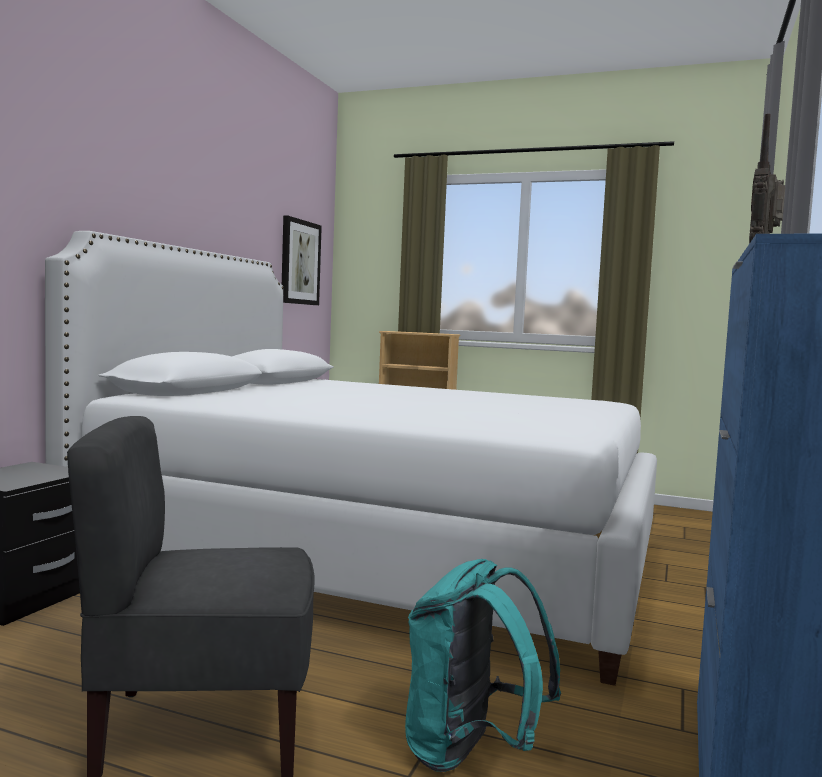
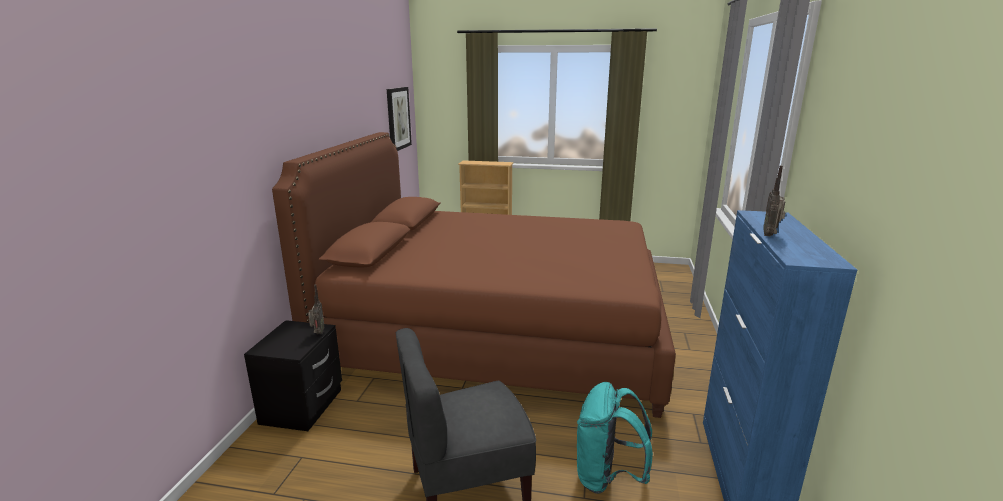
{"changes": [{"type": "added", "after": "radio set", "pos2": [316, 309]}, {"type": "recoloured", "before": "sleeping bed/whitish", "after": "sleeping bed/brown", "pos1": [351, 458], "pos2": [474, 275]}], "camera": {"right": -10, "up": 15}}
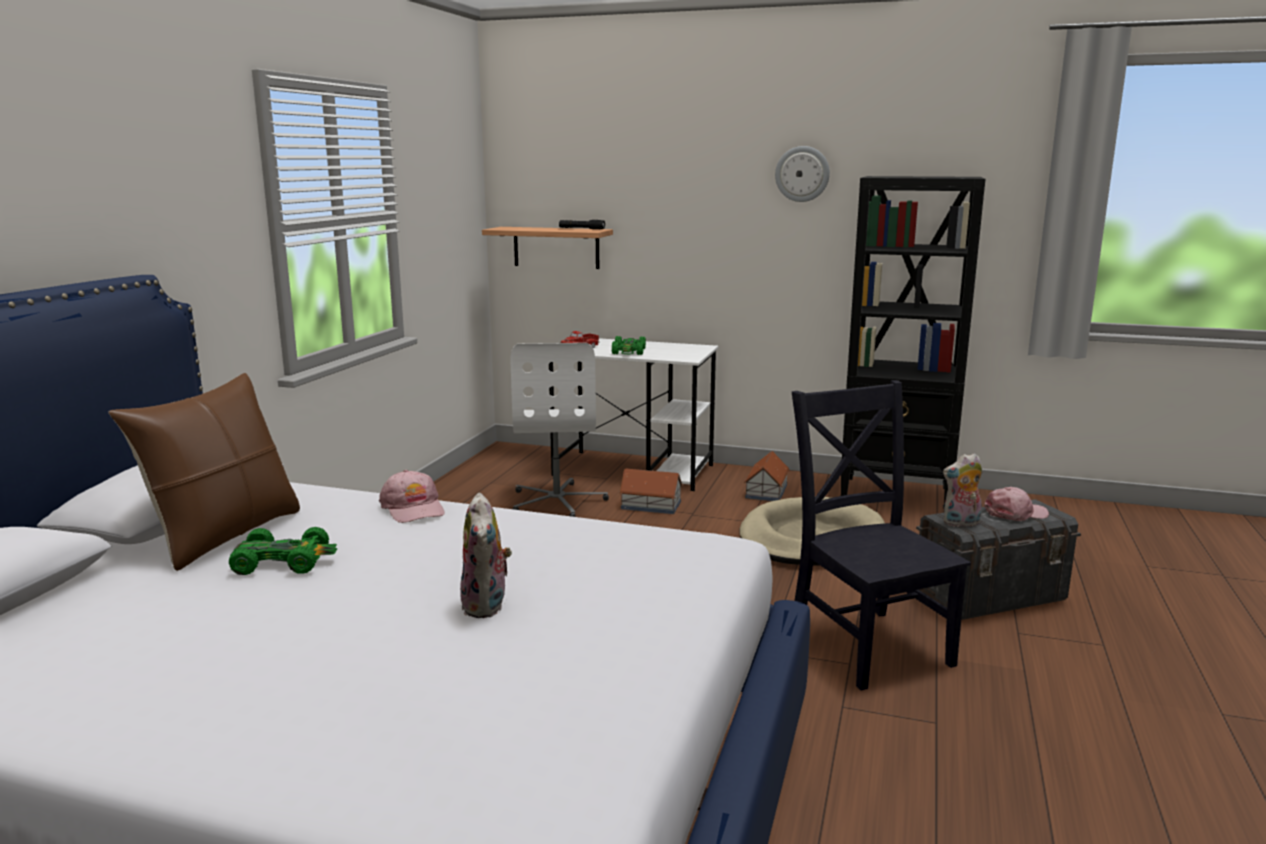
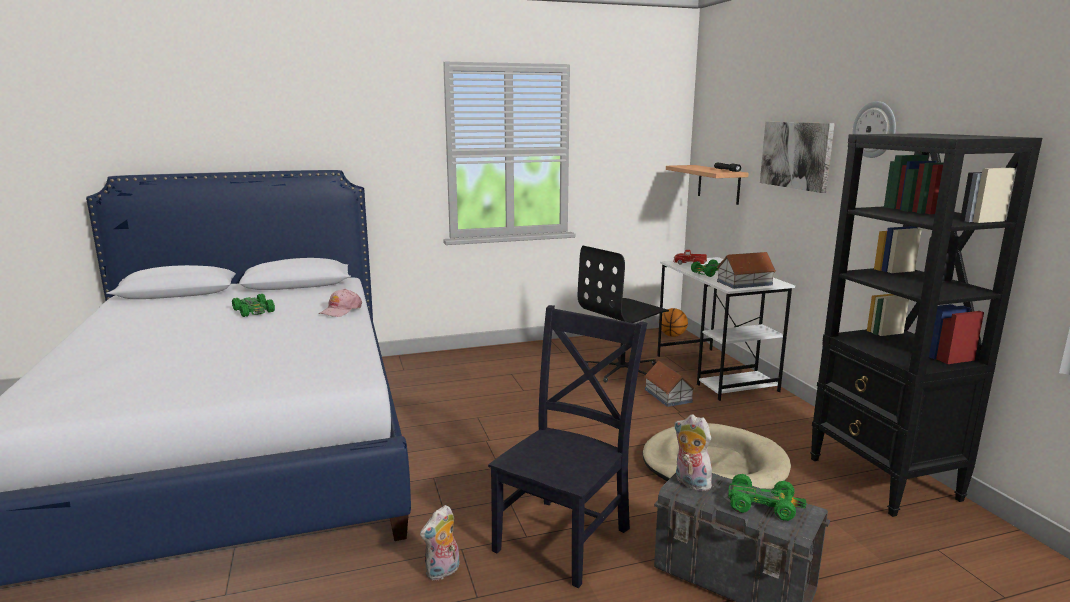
{"changes": [{"type": "removed", "before": "pillow/brown", "pos1": [204, 472]}, {"type": "added", "after": "basketball", "pos2": [674, 322]}, {"type": "added", "after": "picture", "pos2": [797, 157]}, {"type": "moved", "before": "cuddly toy", "pos1": [486, 555], "pos2": [440, 542]}, {"type": "moved", "before": "model house", "pos1": [767, 476], "pos2": [746, 270]}, {"type": "replaced", "before": "cap/pink", "after": "model car/greenish", "pos1": [1016, 504], "pos2": [767, 497]}, {"type": "recoloured", "before": "computer chair/whitish", "after": "computer chair/black-coloured", "pos1": [559, 430], "pos2": [623, 314]}], "camera": {"right": 55, "up": 0}}
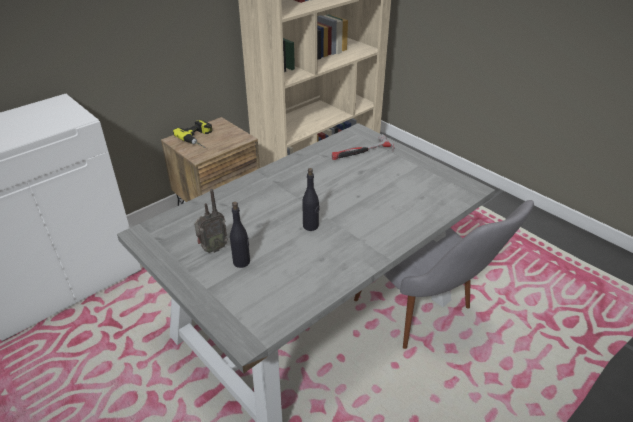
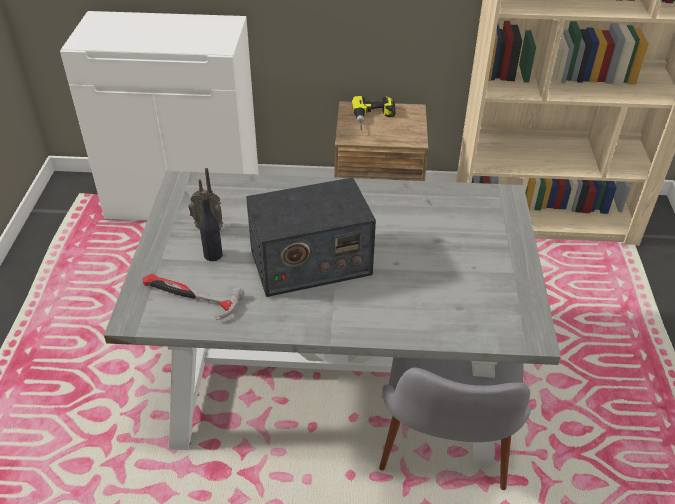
{"changes": [{"type": "moved", "before": "hand hammer", "pos1": [363, 147], "pos2": [193, 297]}, {"type": "replaced", "before": "drink bottle/black-coloured", "after": "radio set", "pos1": [311, 199], "pos2": [311, 237]}], "camera": {"right": 45, "up": 5}}
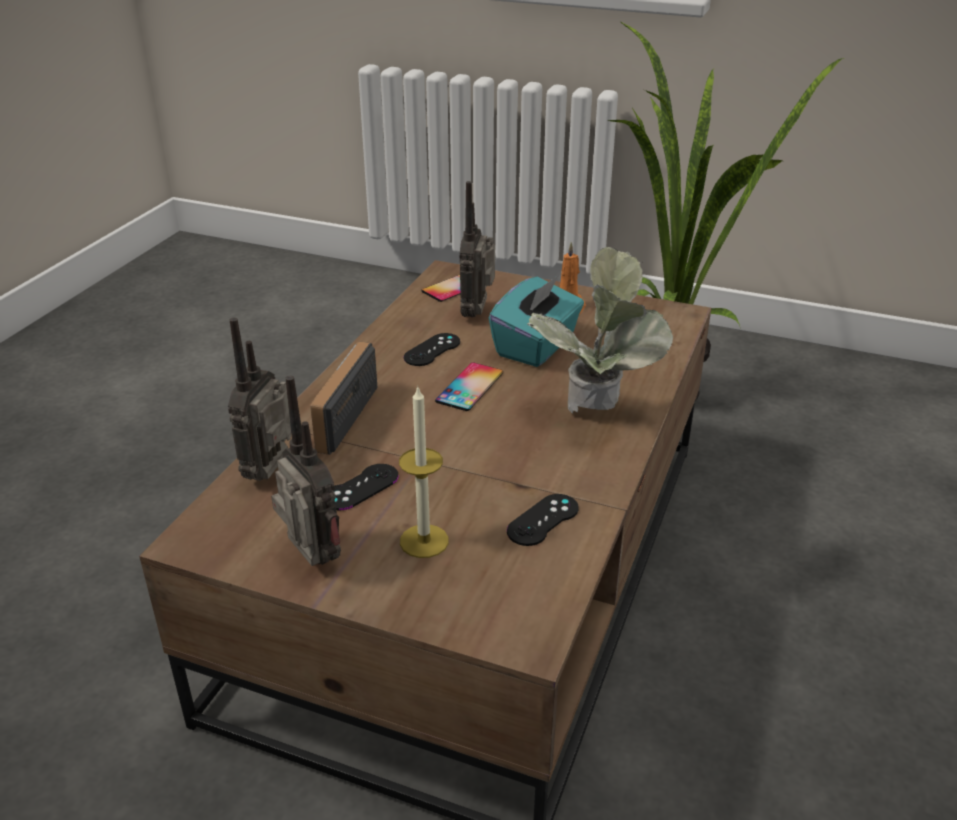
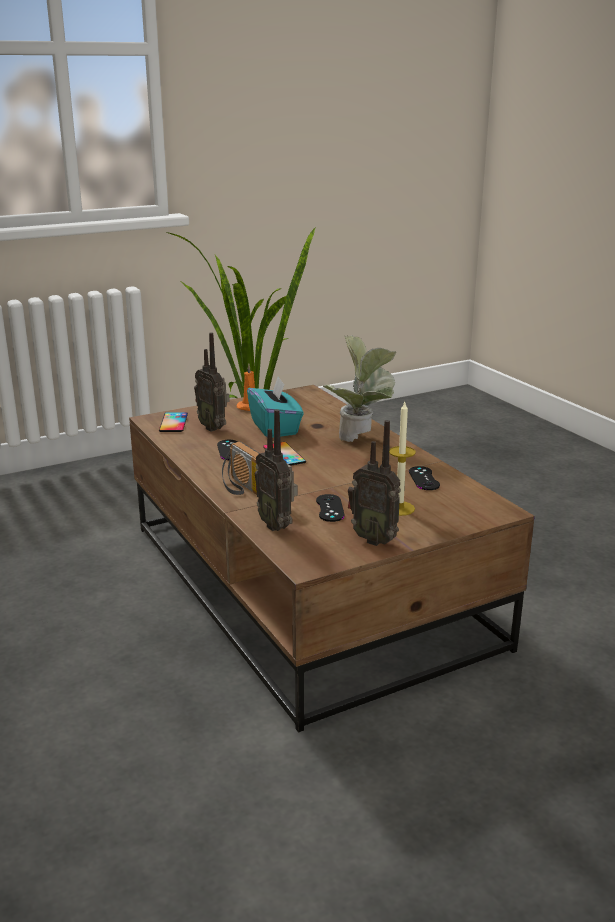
{"changes": [{"type": "turned", "before": "radio set", "pos1": [306, 471], "pos2": [374, 483], "turn": -150}], "camera": {"right": -50, "up": -10}}
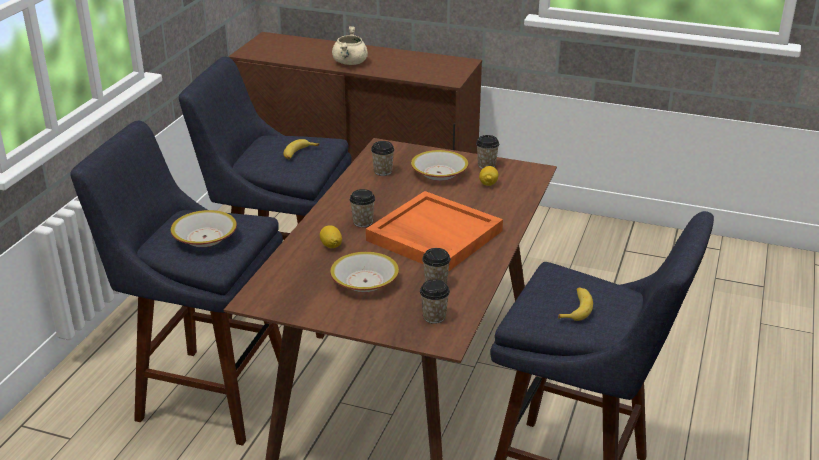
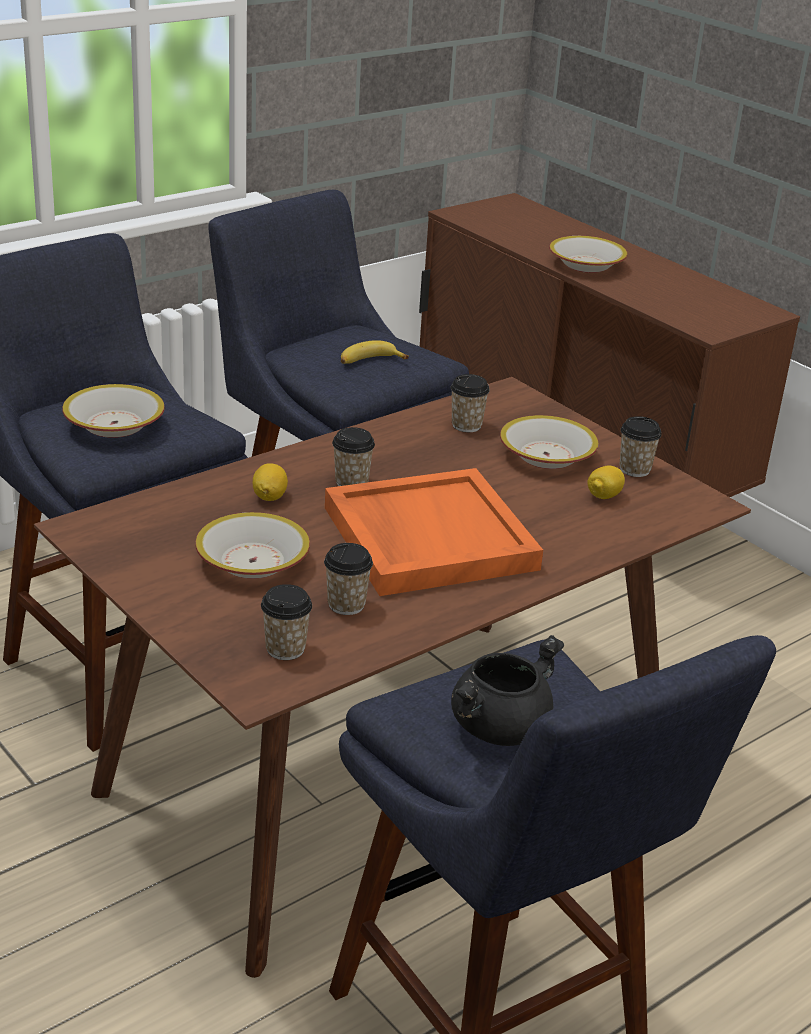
{"changes": [{"type": "replaced", "before": "cooking pot/beige-coloured", "after": "serving bowl", "pos1": [350, 45], "pos2": [588, 254]}, {"type": "replaced", "before": "whole banana", "after": "cooking pot/black-coloured", "pos1": [575, 304], "pos2": [507, 690]}], "camera": {"right": 30, "up": 0}}
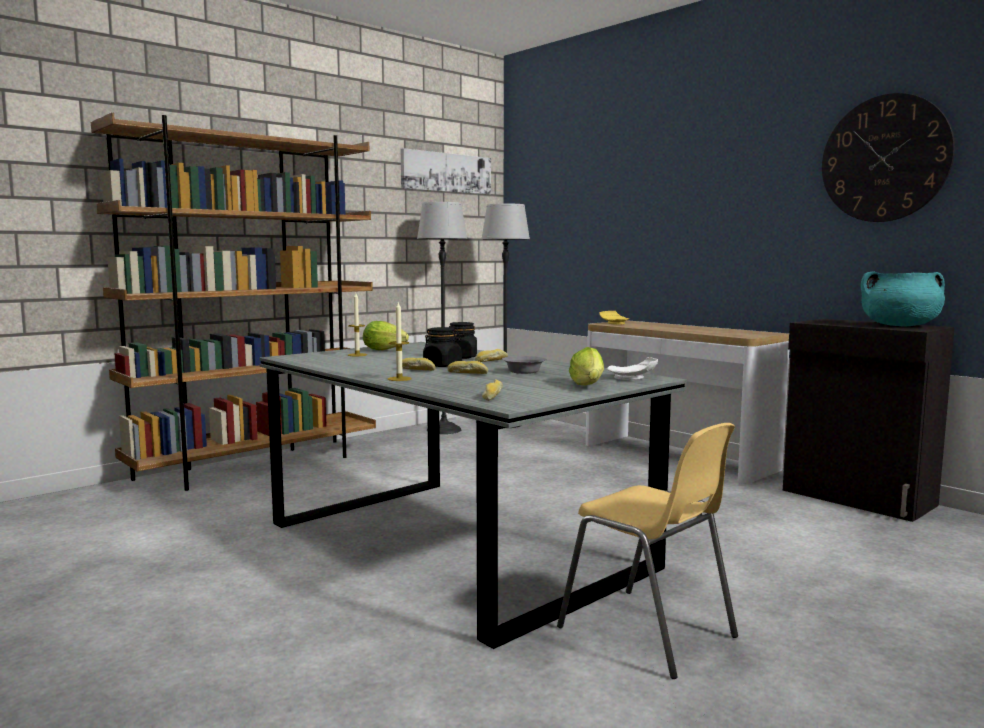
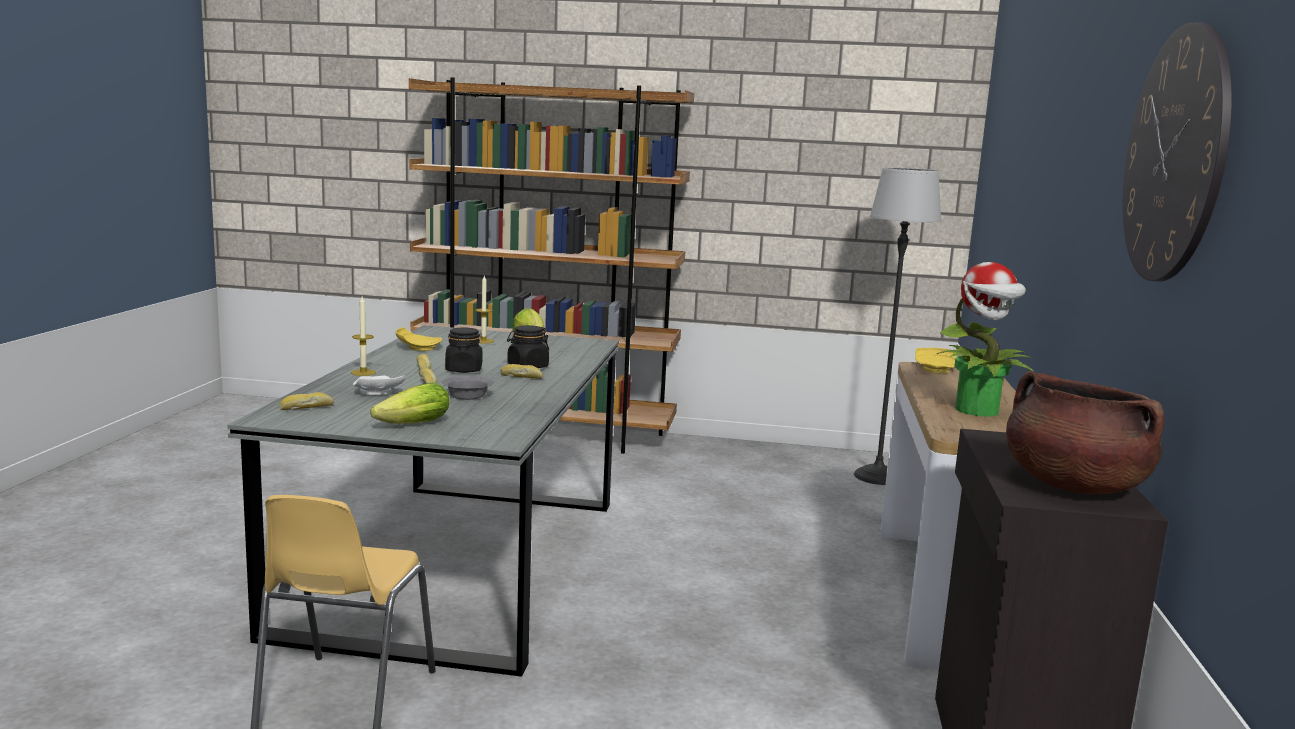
{"changes": [{"type": "removed", "before": "picture", "pos1": [446, 171]}, {"type": "removed", "before": "standing lamp", "pos1": [442, 318]}, {"type": "added", "after": "flat dish/yellowish", "pos2": [419, 339]}, {"type": "added", "after": "houseplant", "pos2": [985, 339]}, {"type": "moved", "before": "flat dish/whitish", "pos1": [632, 368], "pos2": [379, 385]}, {"type": "recoloured", "before": "cooking pot/turquoise", "after": "cooking pot/brown", "pos1": [903, 299], "pos2": [1085, 432]}], "camera": {"right": 50, "up": 5}}
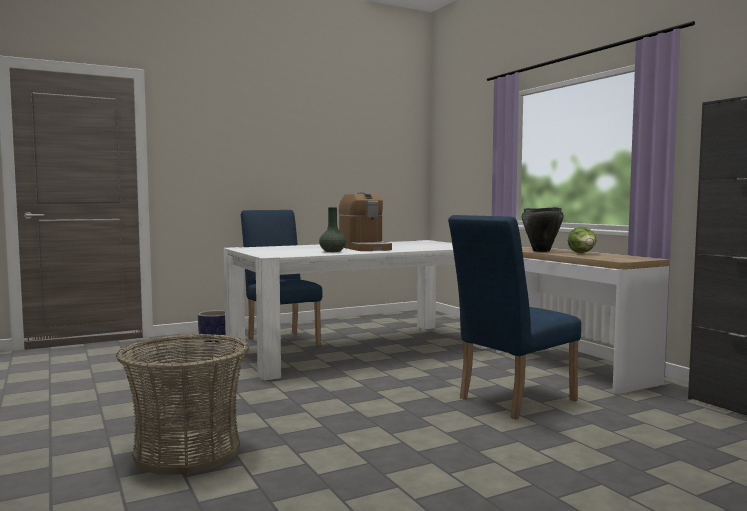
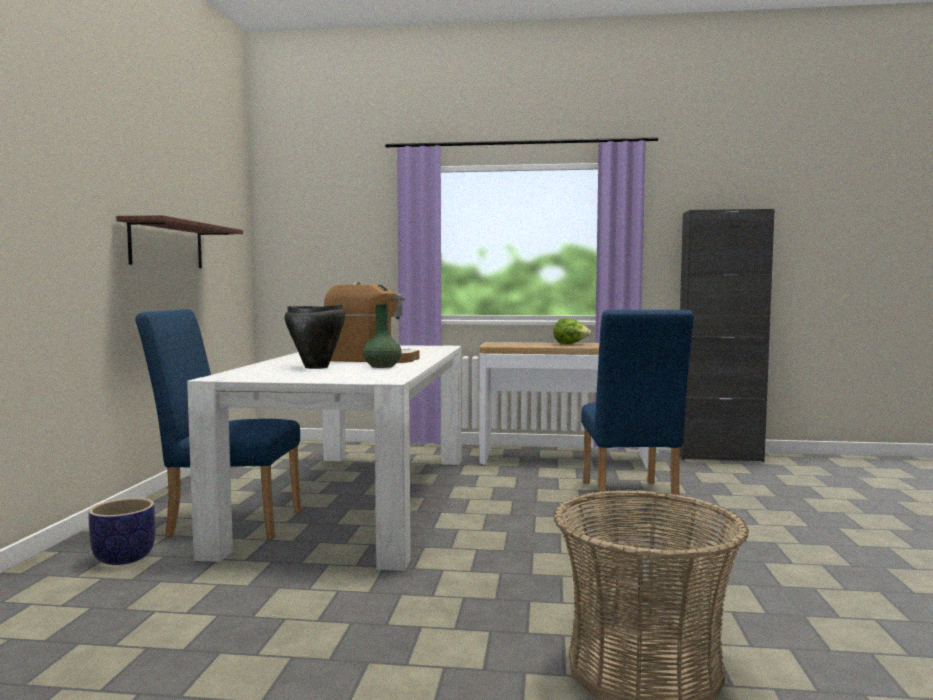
{"changes": [{"type": "added", "after": "bracket shelf", "pos2": [179, 241]}, {"type": "moved", "before": "cooking pot/black-coloured", "pos1": [543, 229], "pos2": [315, 336]}], "camera": {"right": -55, "up": 0}}
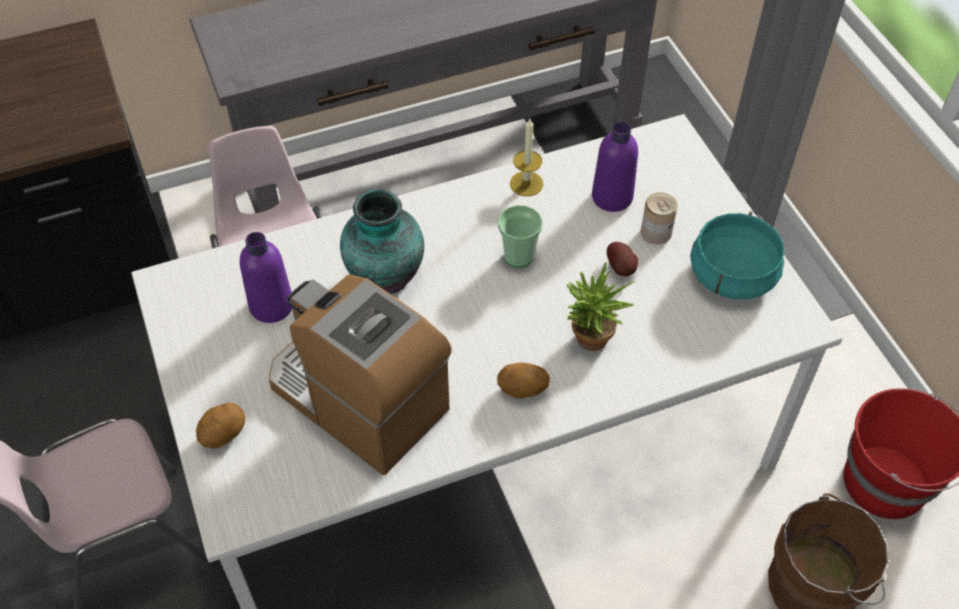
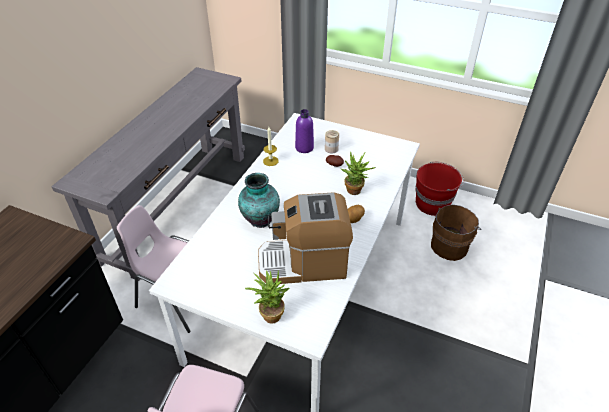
{"changes": [{"type": "removed", "before": "drink bottle/purplish", "pos1": [266, 277]}, {"type": "removed", "before": "small cup", "pos1": [520, 236]}, {"type": "removed", "before": "cooking pot/turquoise", "pos1": [737, 255]}, {"type": "replaced", "before": "spud", "after": "houseplant", "pos1": [220, 426], "pos2": [267, 297]}], "camera": {"right": -45, "up": -10}}
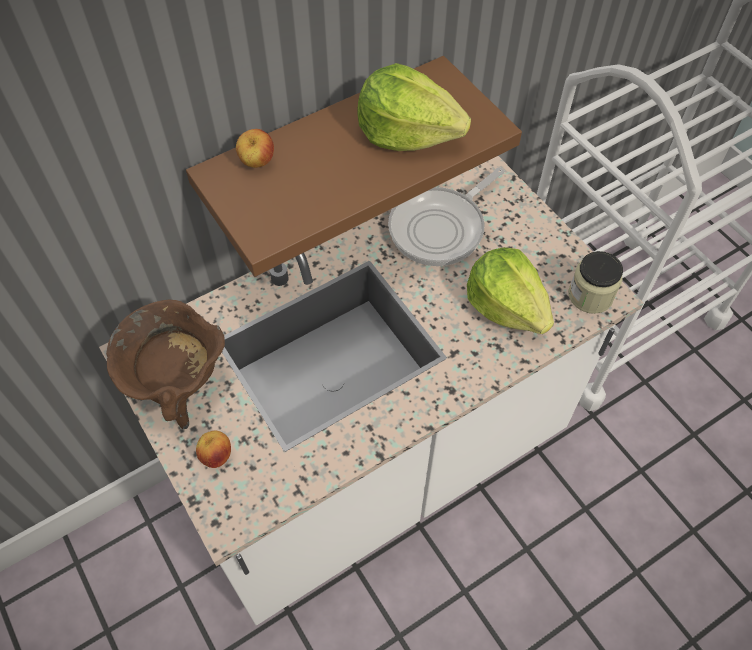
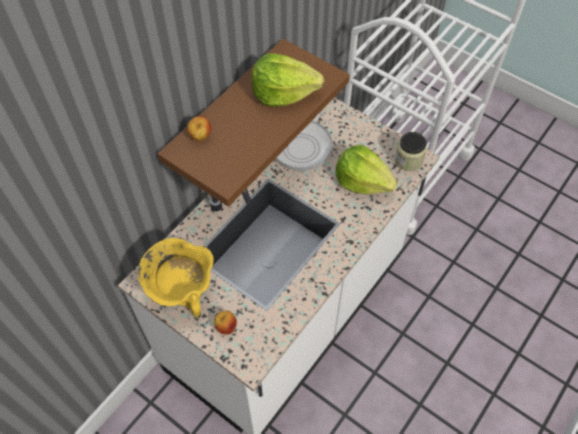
{"changes": [{"type": "recoloured", "before": "cooking pot/brown", "after": "cooking pot/yellowish", "pos1": [165, 364], "pos2": [176, 278]}], "camera": {"right": -20, "up": 0}}
